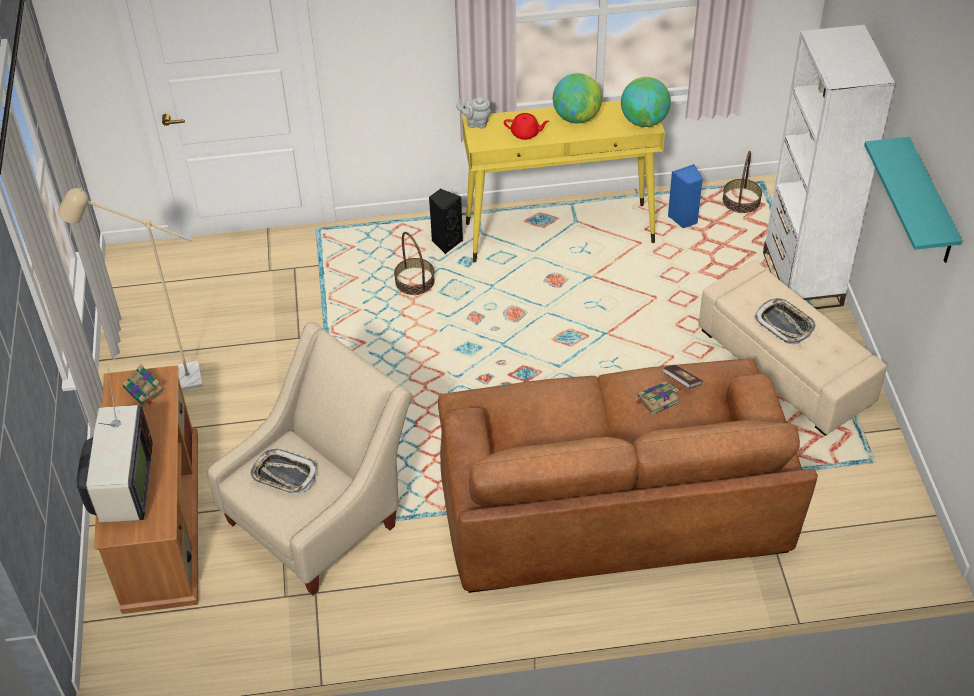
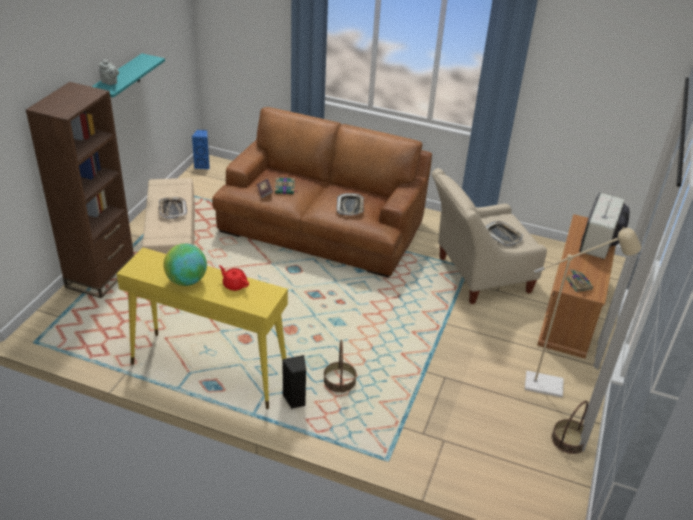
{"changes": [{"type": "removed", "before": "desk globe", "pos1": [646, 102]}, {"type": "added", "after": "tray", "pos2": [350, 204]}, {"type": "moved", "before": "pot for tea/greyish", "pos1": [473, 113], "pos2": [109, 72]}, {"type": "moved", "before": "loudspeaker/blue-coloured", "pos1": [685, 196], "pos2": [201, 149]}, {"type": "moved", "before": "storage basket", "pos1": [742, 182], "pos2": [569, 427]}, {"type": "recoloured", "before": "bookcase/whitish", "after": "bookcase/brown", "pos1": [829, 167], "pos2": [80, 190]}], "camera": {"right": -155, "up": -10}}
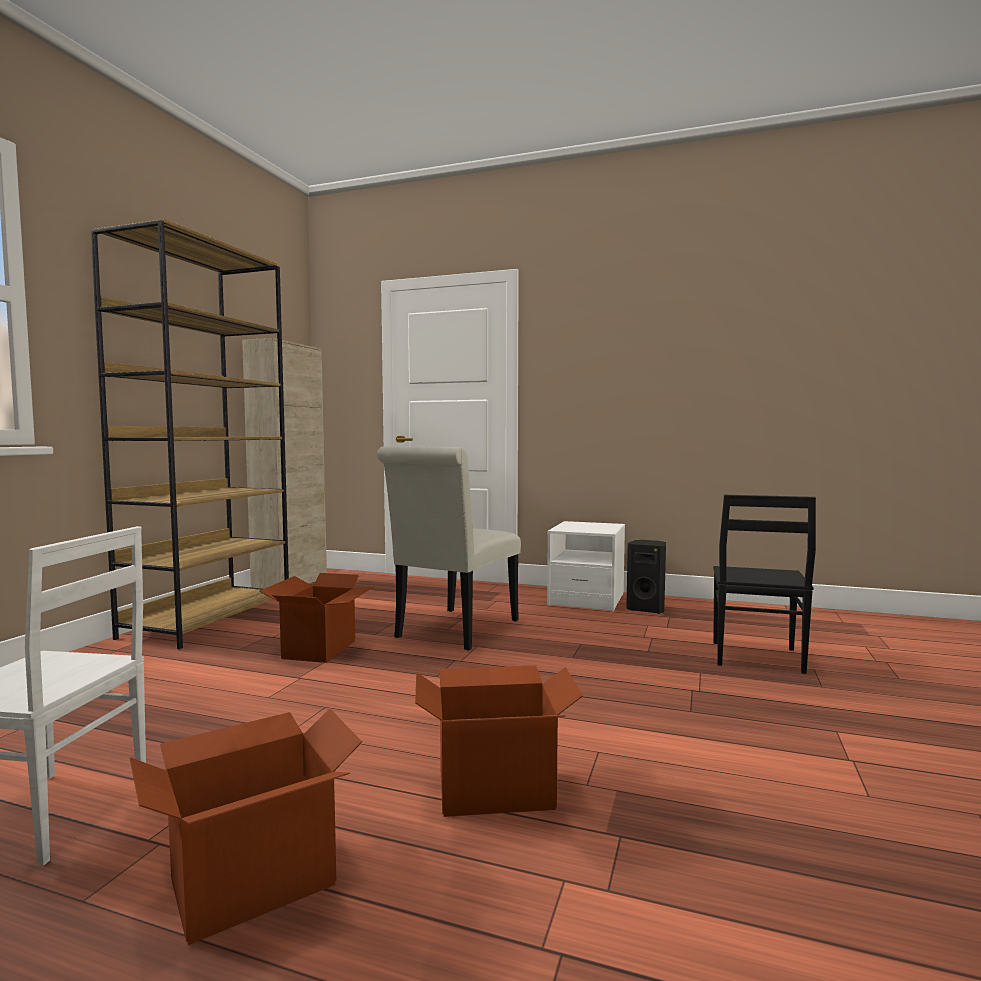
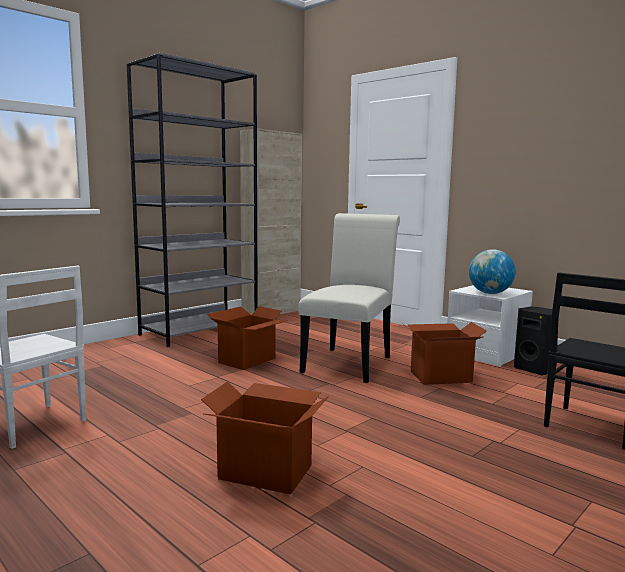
{"changes": [{"type": "added", "after": "desk globe", "pos2": [492, 271]}, {"type": "moved", "before": "cardboard box", "pos1": [246, 826], "pos2": [445, 353]}, {"type": "recoloured", "before": "bookcase/brown", "after": "bookcase/greyish", "pos1": [190, 434], "pos2": [192, 200]}, {"type": "turned", "before": "plain chair/whitish", "pos1": [449, 548], "pos2": [349, 298], "turn": 150}], "camera": {"right": 25, "up": 5}}
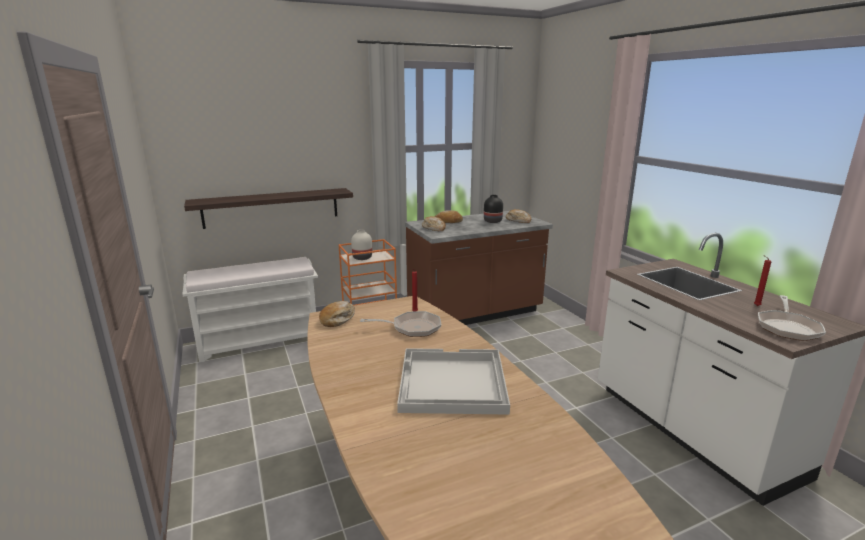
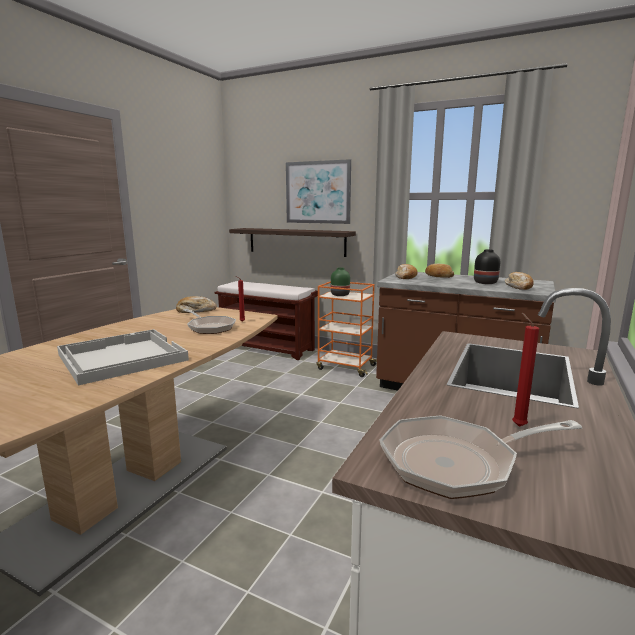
{"changes": [{"type": "added", "after": "picture", "pos2": [318, 191]}, {"type": "recoloured", "before": "indoor bench/whitish", "after": "indoor bench/brown", "pos1": [250, 309], "pos2": [266, 320]}, {"type": "recoloured", "before": "decorative vase/whitish", "after": "decorative vase/greenish", "pos1": [361, 245], "pos2": [340, 282]}], "camera": {"right": 50, "up": -5}}
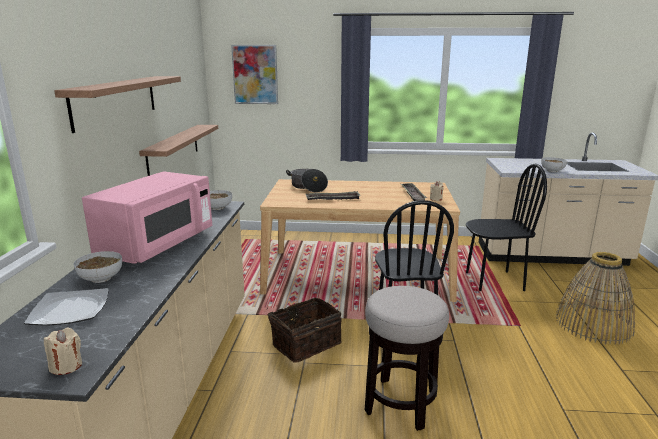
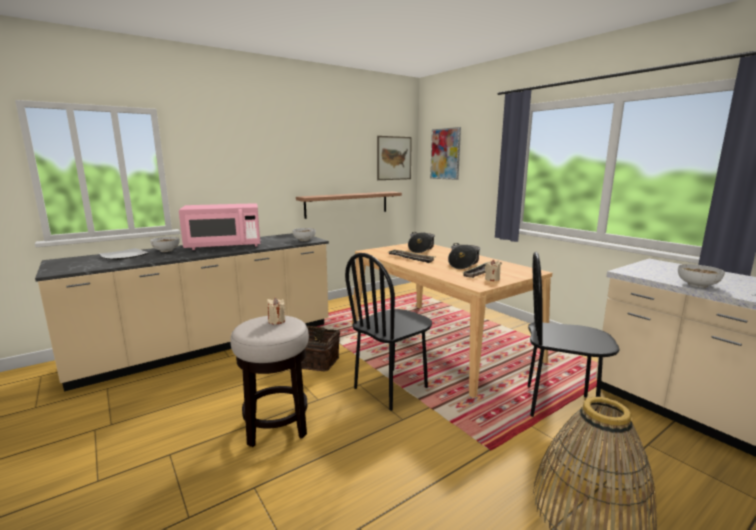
{"changes": [{"type": "removed", "before": "bracket shelf", "pos1": [117, 104]}, {"type": "added", "after": "picture", "pos2": [394, 158]}, {"type": "added", "after": "cooking pot", "pos2": [464, 256]}, {"type": "moved", "before": "candle/beige-coloured", "pos1": [63, 351], "pos2": [276, 311]}, {"type": "turned", "before": "plain chair/black-coloured", "pos1": [506, 227], "pos2": [573, 334], "turn": 150}], "camera": {"right": 50, "up": -5}}
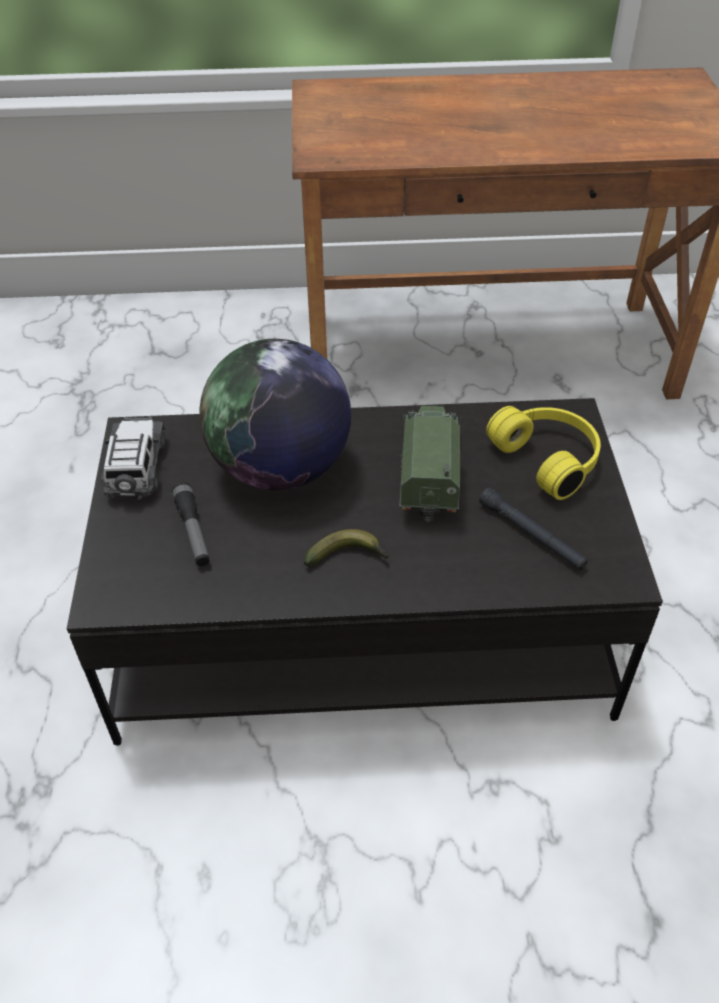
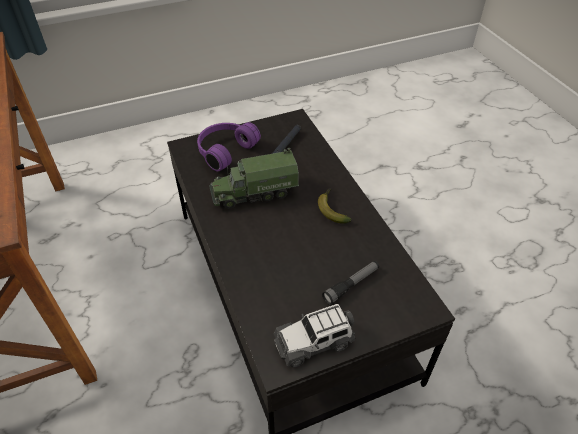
{"changes": [{"type": "removed", "before": "desk globe", "pos1": [275, 415]}, {"type": "recoloured", "before": "headset/yellowish", "after": "headset/purplish", "pos1": [543, 453], "pos2": [229, 146]}], "camera": {"right": -110, "up": 0}}
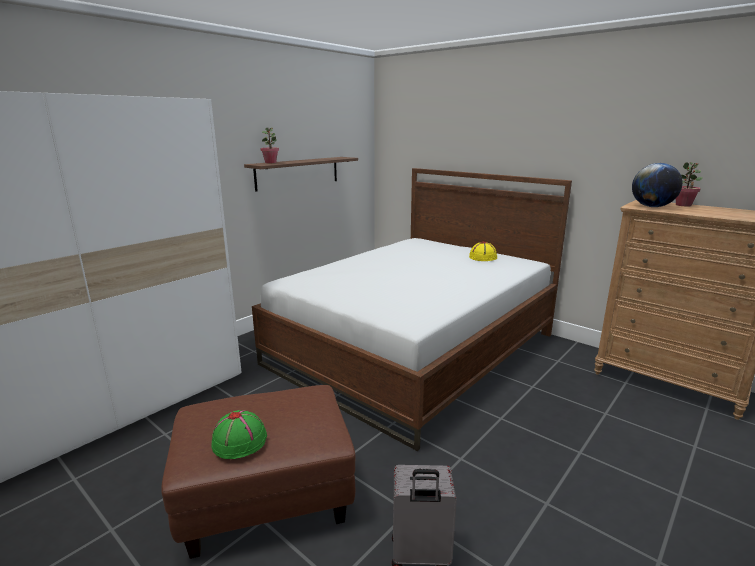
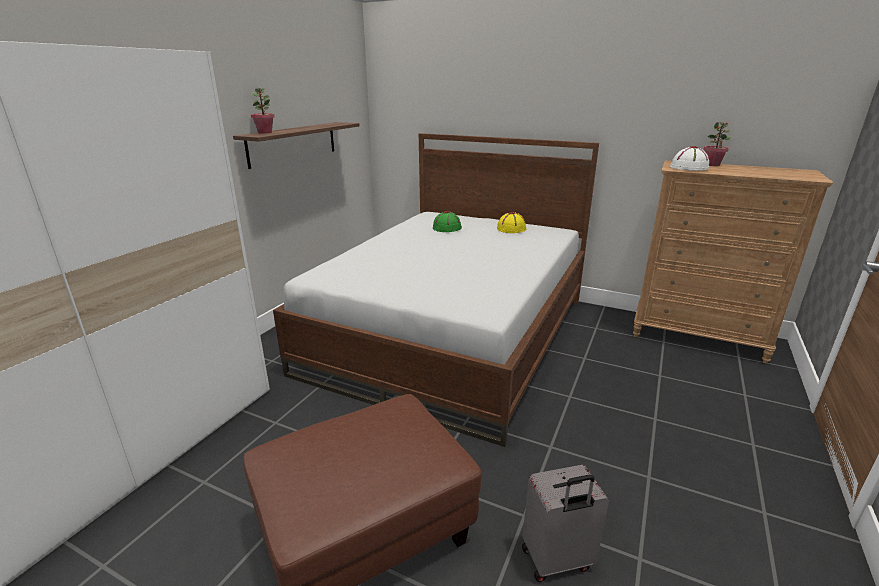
{"changes": [{"type": "moved", "before": "hat/greenish", "pos1": [239, 434], "pos2": [447, 221]}, {"type": "replaced", "before": "desk globe", "after": "hat/whitish", "pos1": [657, 185], "pos2": [689, 158]}], "camera": {"right": -15, "up": 5}}
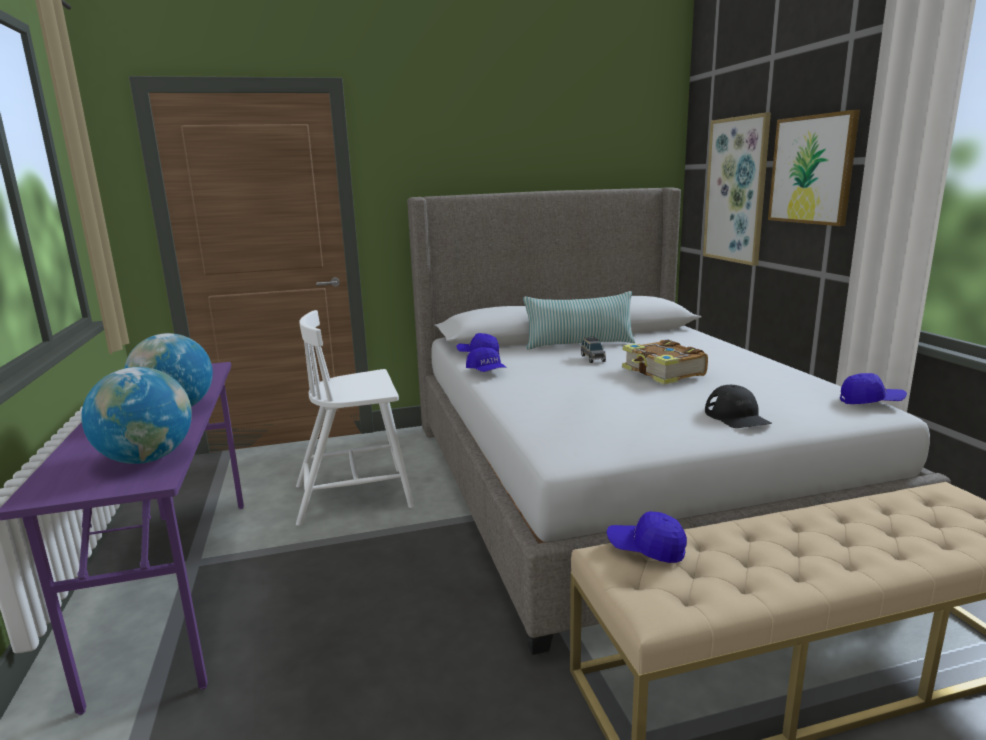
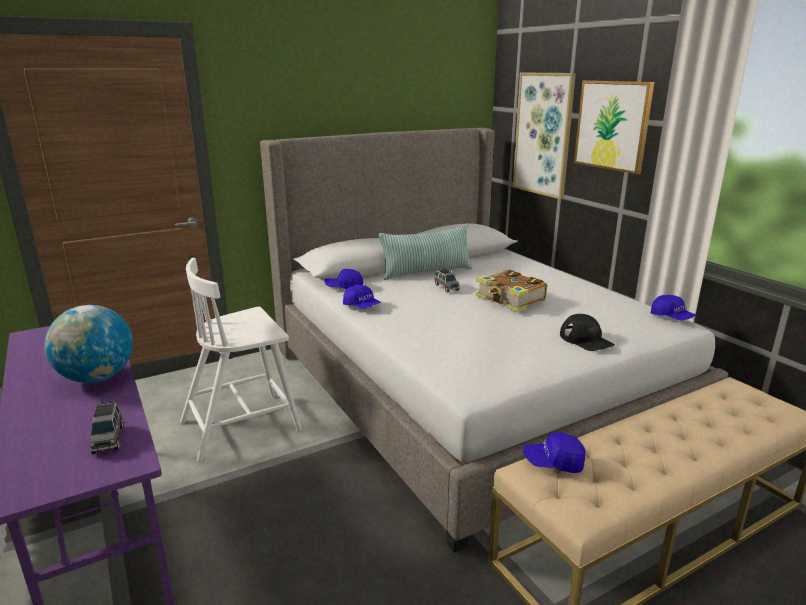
{"changes": [{"type": "replaced", "before": "desk globe", "after": "model car/greyish", "pos1": [136, 415], "pos2": [106, 428]}, {"type": "turned", "before": "cap/blue-coloured", "pos1": [873, 388], "pos2": [674, 307], "turn": 60}], "camera": {"right": -15, "up": 5}}
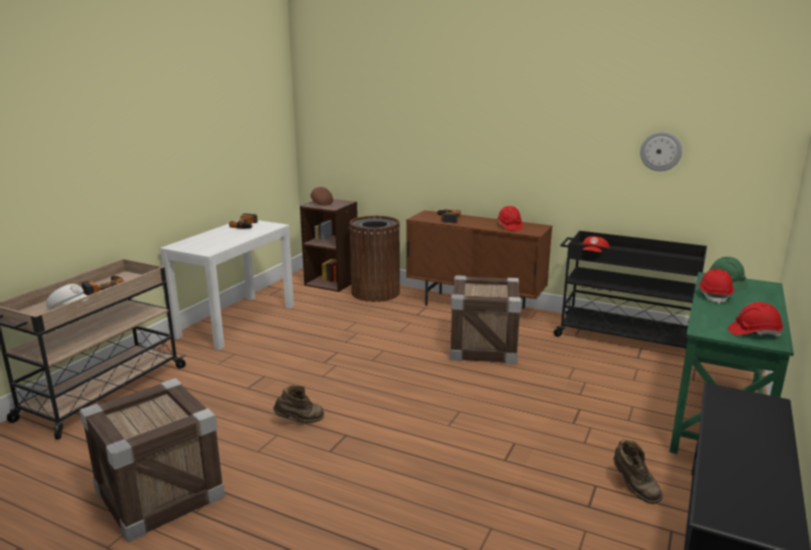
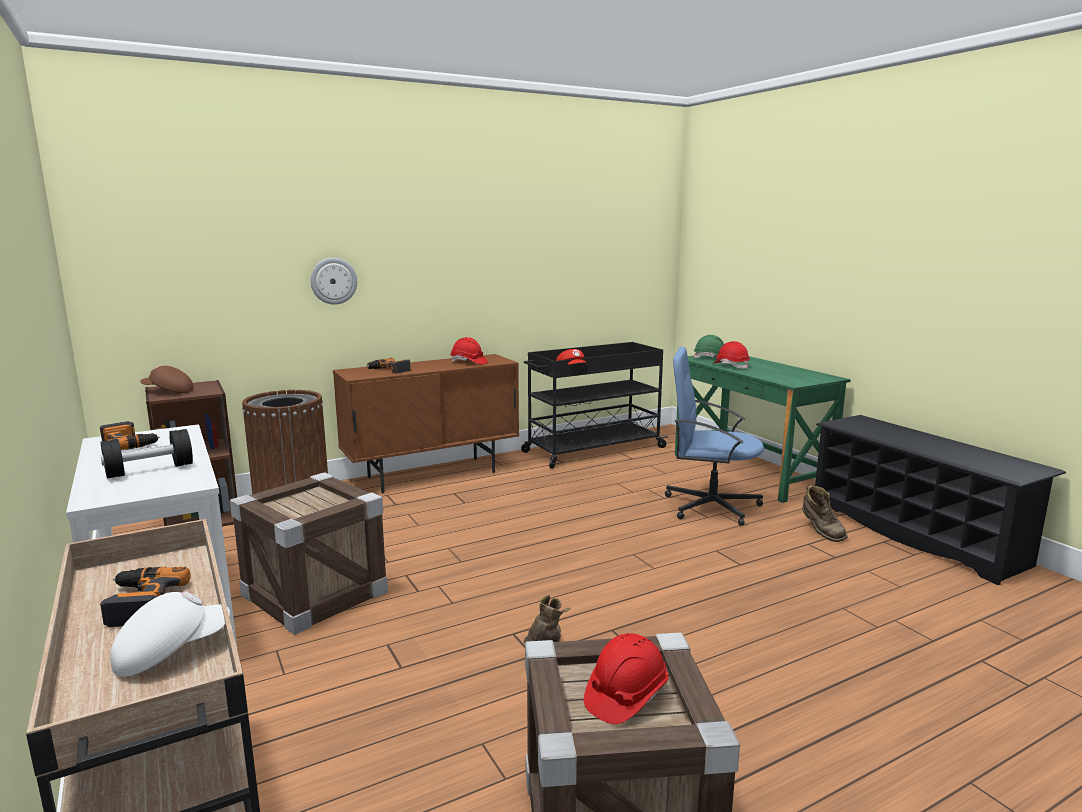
{"changes": [{"type": "added", "after": "hand weight/black-coloured", "pos2": [147, 454]}, {"type": "added", "after": "computer chair/blue-coloured", "pos2": [714, 436]}, {"type": "moved", "before": "shipping crate", "pos1": [485, 319], "pos2": [309, 553]}, {"type": "moved", "before": "hanging clock", "pos1": [661, 151], "pos2": [333, 281]}, {"type": "moved", "before": "safety helmet/red-coloured", "pos1": [755, 319], "pos2": [626, 678]}, {"type": "turned", "before": "high-top boot/brown", "pos1": [638, 471], "pos2": [824, 513], "turn": 60}], "camera": {"right": -55, "up": -5}}
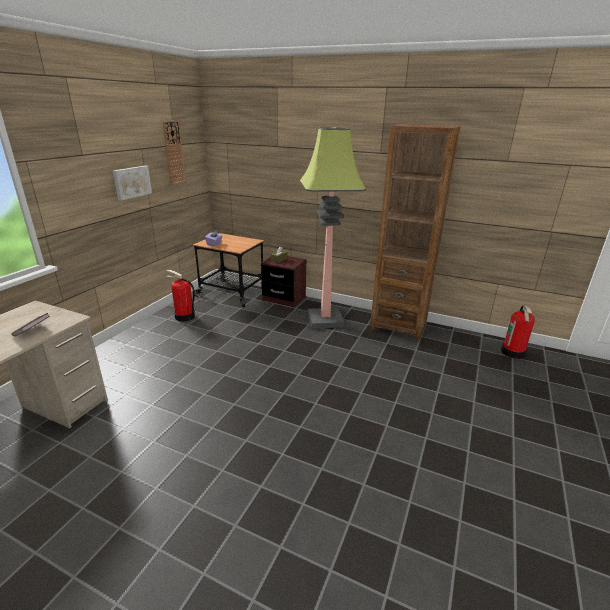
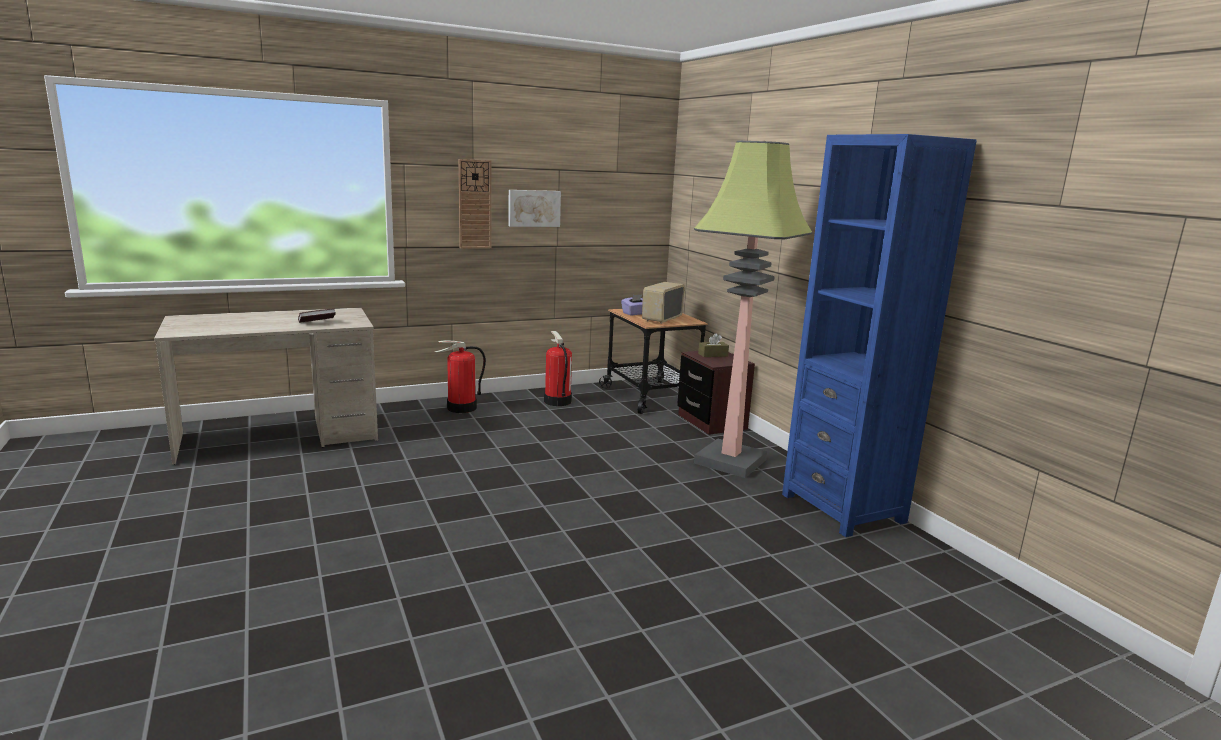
{"changes": [{"type": "added", "after": "radio set", "pos2": [663, 303]}, {"type": "moved", "before": "hanging clock", "pos1": [174, 153], "pos2": [475, 204]}, {"type": "moved", "before": "fire-fighting cylinder", "pos1": [518, 332], "pos2": [460, 376]}, {"type": "recoloured", "before": "bookcase/brown", "after": "bookcase/blue-coloured", "pos1": [415, 232], "pos2": [879, 335]}], "camera": {"right": 40, "up": -10}}
